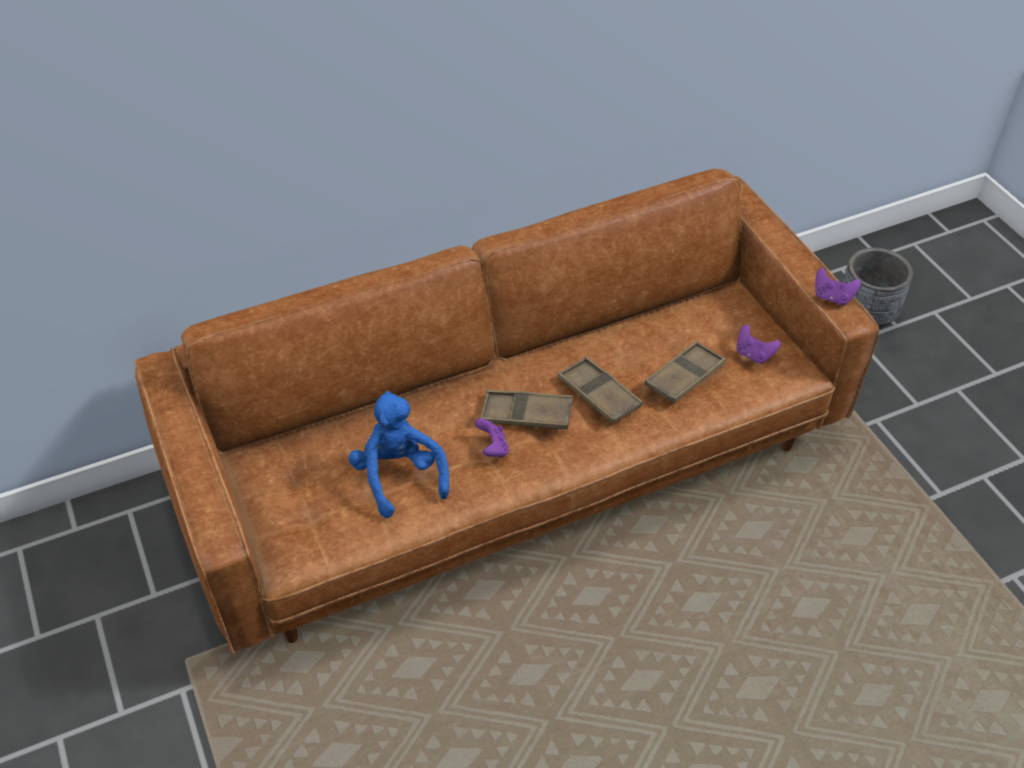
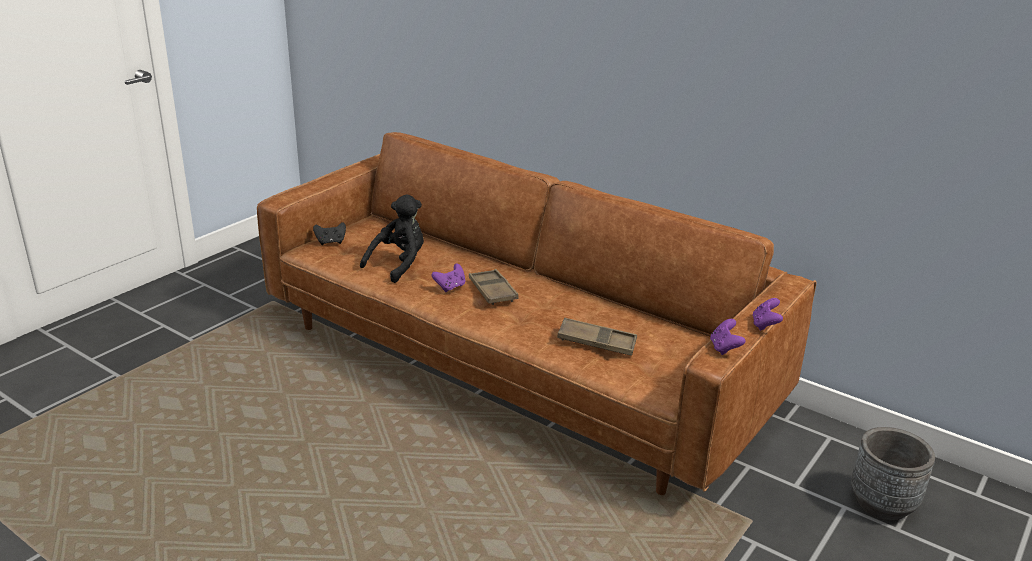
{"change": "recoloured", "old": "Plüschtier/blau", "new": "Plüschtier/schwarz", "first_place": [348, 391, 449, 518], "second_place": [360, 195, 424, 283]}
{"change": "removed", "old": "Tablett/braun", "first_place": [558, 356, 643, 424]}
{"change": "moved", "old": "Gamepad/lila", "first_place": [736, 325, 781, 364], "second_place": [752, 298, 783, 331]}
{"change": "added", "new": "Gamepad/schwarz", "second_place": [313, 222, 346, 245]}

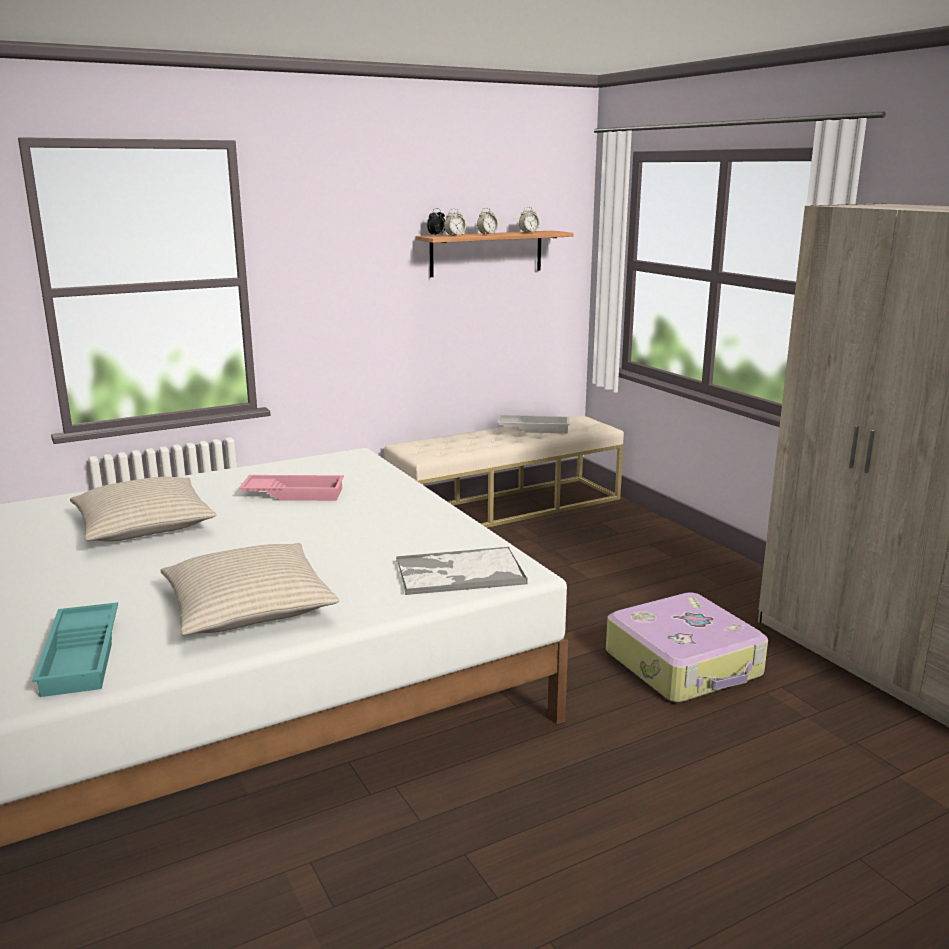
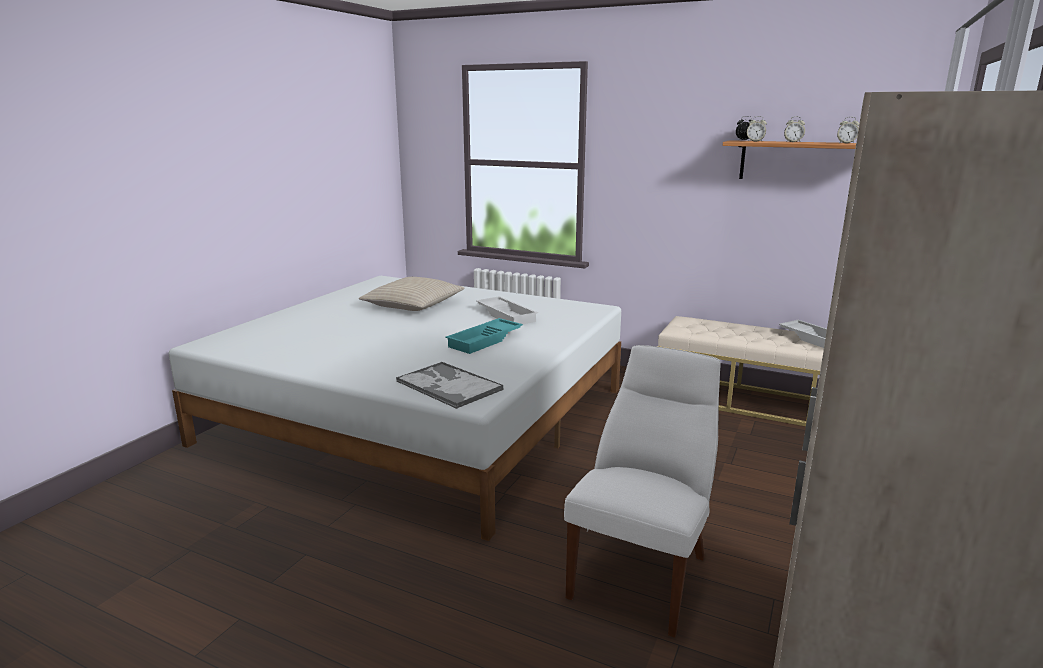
{"change": "moved", "old": "Tablett/türkis", "first_place": [32, 602, 118, 697], "second_place": [445, 318, 523, 354]}
{"change": "removed", "old": "Kissen/beige", "first_place": [161, 543, 339, 635]}
{"change": "recoloured", "old": "Tablett/rosa", "new": "Tablett/weiß", "first_place": [239, 475, 344, 501], "second_place": [476, 296, 538, 324]}
{"change": "replaced", "old": "Koffer", "new": "Stuhl/weiß", "first_place": [606, 592, 768, 702], "second_place": [564, 345, 721, 637]}

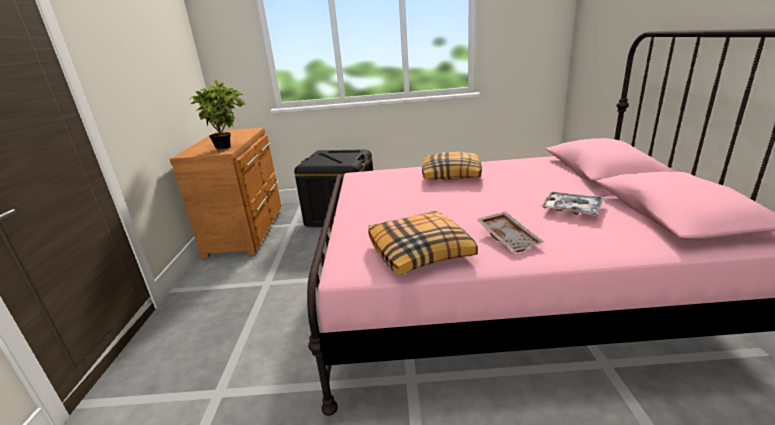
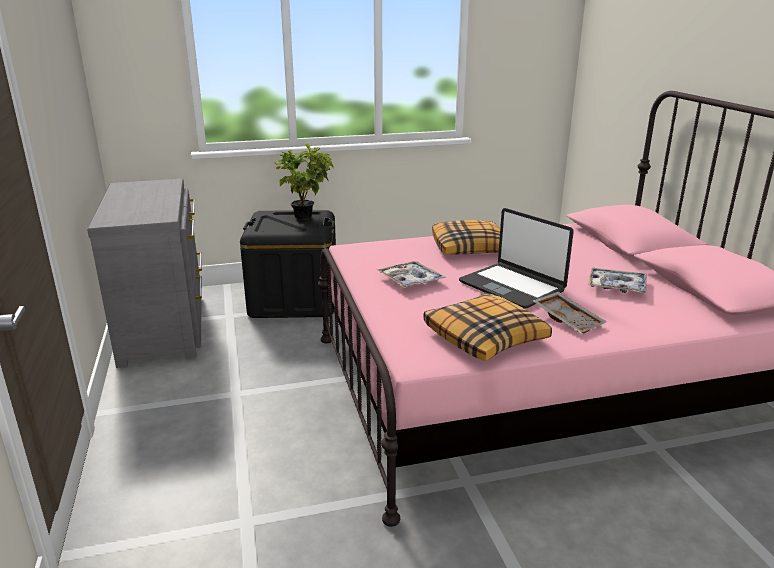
{"change": "recoloured", "old": "Kommode/braun", "new": "Kommode/grau", "first_place": [170, 127, 281, 258], "second_place": [87, 179, 202, 368]}
{"change": "moved", "old": "Topfpflanze", "first_place": [190, 79, 246, 150], "second_place": [274, 143, 334, 220]}
{"change": "added", "new": "Tablett", "second_place": [376, 261, 446, 288]}
{"change": "added", "new": "Laptop", "second_place": [459, 208, 574, 308]}

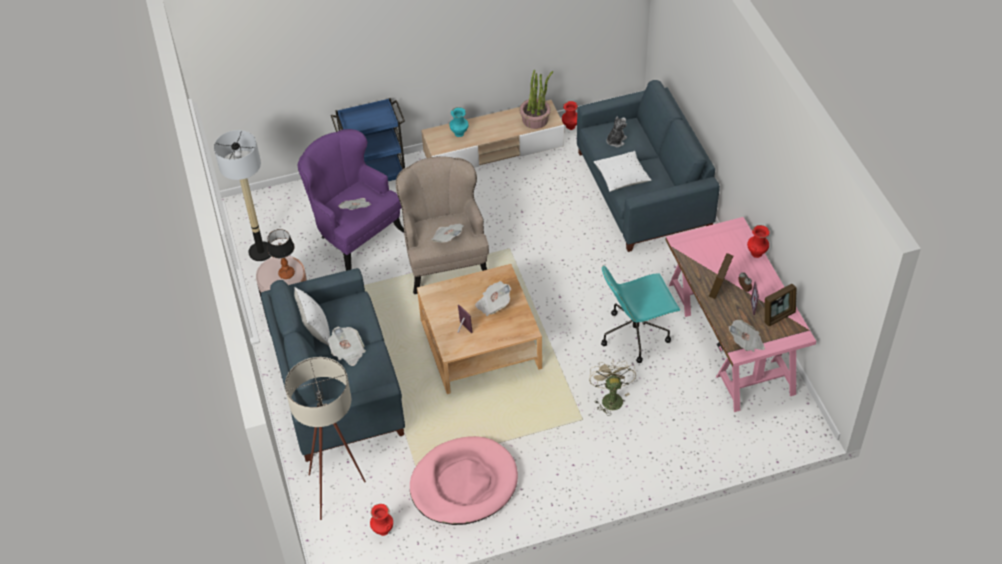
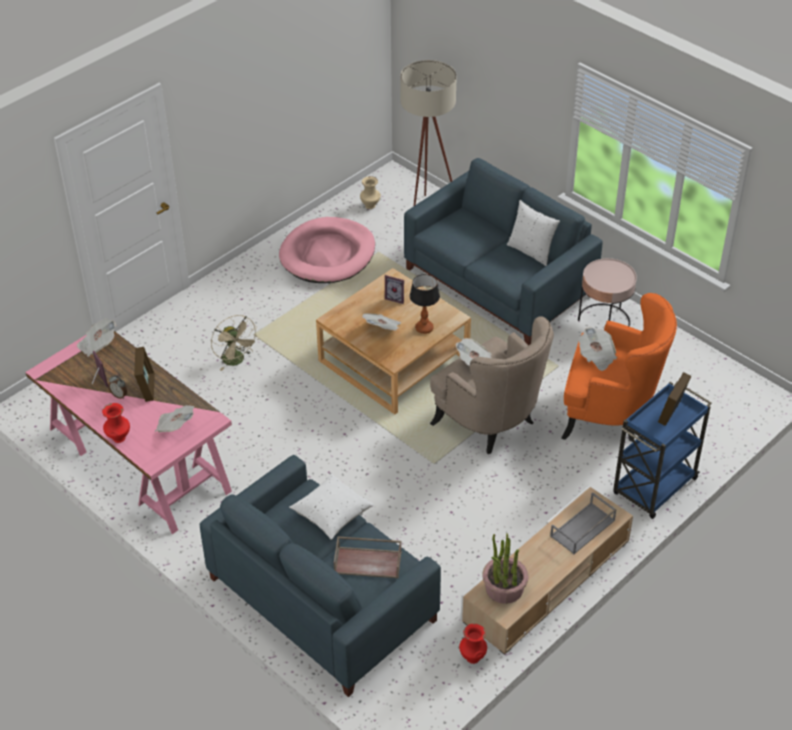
{"change": "removed", "old": "Stehlampe", "first_place": [214, 130, 271, 261]}
{"change": "moved", "old": "Tischlampe", "first_place": [267, 229, 295, 279], "second_place": [410, 274, 440, 334]}
{"change": "recoloured", "old": "Sessel/lila", "new": "Sessel/orange", "first_place": [298, 129, 404, 271], "second_place": [561, 293, 677, 442]}
{"change": "moved", "old": "Zeitung", "first_place": [328, 327, 366, 366], "second_place": [155, 405, 194, 432]}
{"change": "recoloured", "old": "Vase/rot", "new": "Vase/beige", "first_place": [370, 504, 393, 536], "second_place": [360, 176, 381, 209]}
{"change": "replaced", "old": "Vase/türkis", "new": "Tablett/grau", "first_place": [450, 107, 469, 137], "second_place": [550, 492, 617, 554]}
{"change": "removed", "old": "Bürostuhl/türkis", "first_place": [601, 265, 680, 363]}
{"change": "replaced", "old": "Plüschtier", "new": "Tablett/braun", "first_place": [606, 117, 627, 147], "second_place": [334, 536, 402, 578]}
{"change": "moved", "old": "Bilderrahmen", "first_place": [765, 284, 797, 326], "second_place": [658, 372, 691, 426]}

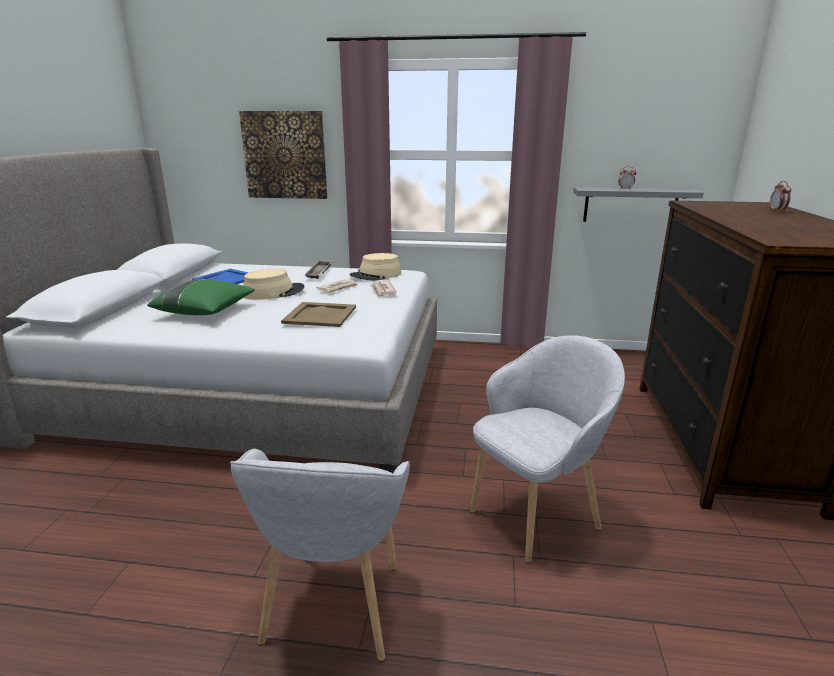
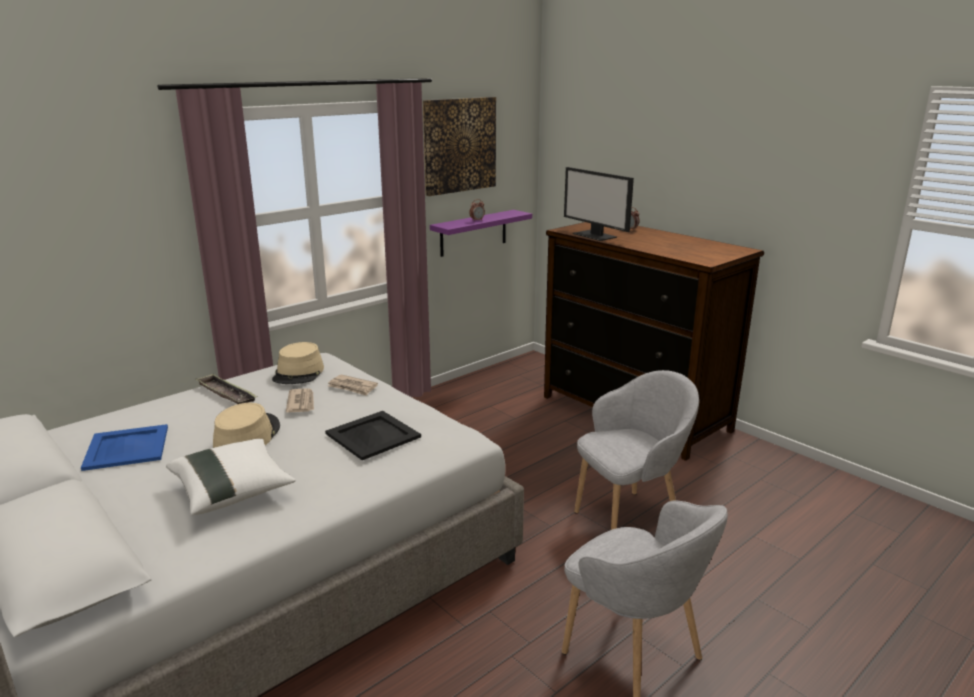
{"change": "recoloured", "old": "Kissen/grün", "new": "Kissen/weiß", "first_place": [147, 279, 255, 315], "second_place": [166, 439, 296, 516]}
{"change": "moved", "old": "Bild", "first_place": [239, 111, 327, 199], "second_place": [423, 97, 496, 196]}
{"change": "recoloured", "old": "Tablett/beige", "new": "Tablett/schwarz", "first_place": [281, 302, 356, 327], "second_place": [325, 411, 421, 460]}
{"change": "turned", "old": "Sessel/grau", "first_place": [470, 335, 625, 563], "second_place": [574, 370, 699, 530], "degrees": 60}
{"change": "recoloured", "old": "Wandregal/grau", "new": "Wandregal/lila", "first_place": [573, 187, 704, 222], "second_place": [430, 210, 532, 257]}
{"change": "added", "new": "Monitor", "second_place": [564, 167, 634, 241]}

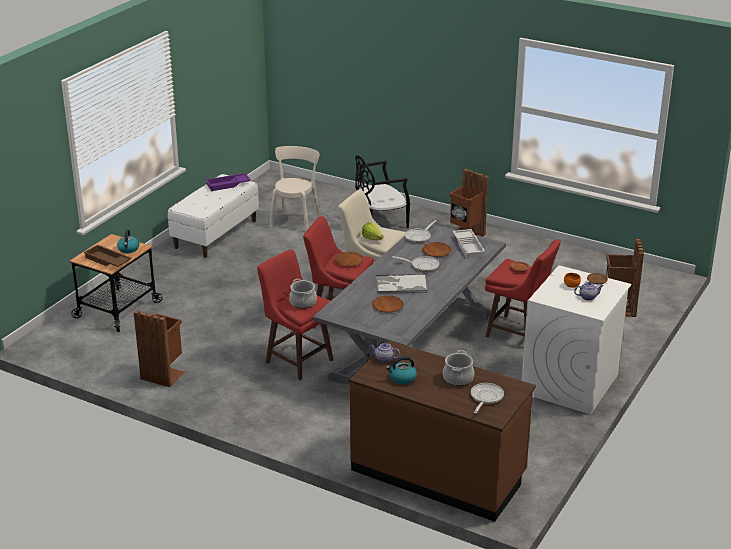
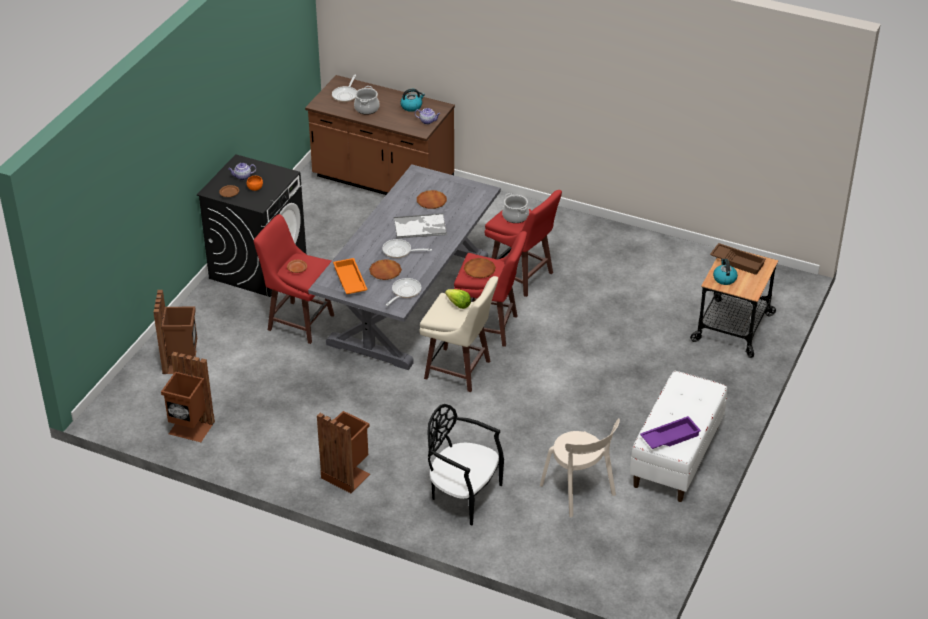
{"change": "moved", "old": "Mülleimer/braun", "first_place": [134, 310, 184, 387], "second_place": [161, 352, 215, 442]}
{"change": "turned", "old": "Stuhl/beige", "first_place": [269, 146, 320, 232], "second_place": [540, 418, 620, 517], "degrees": -45}
{"change": "turned", "old": "Stuhl/schwarz", "first_place": [355, 155, 410, 228], "second_place": [427, 404, 504, 526], "degrees": -120}
{"change": "recoloured", "old": "Tablett/weiß", "new": "Tablett/orange", "first_place": [453, 229, 485, 259], "second_place": [333, 258, 367, 294]}
{"change": "recoloured", "old": "Waschmaschine/weiß", "new": "Waschmaschine/schwarz", "first_place": [521, 265, 631, 415], "second_place": [197, 154, 306, 297]}

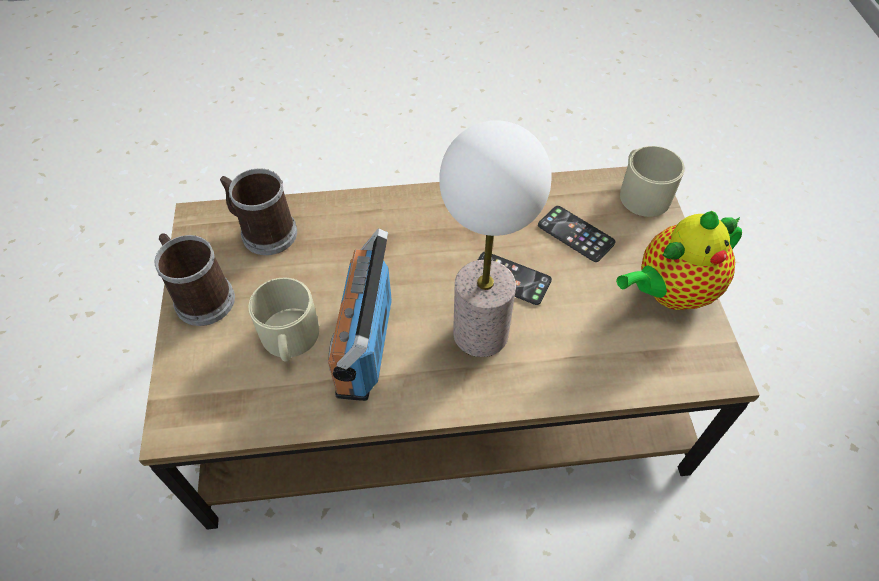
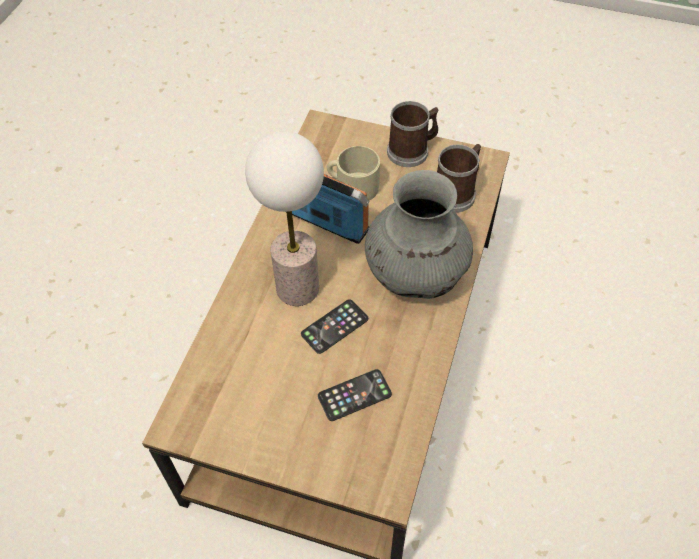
{"change": "removed", "old": "Teekanne", "first_place": [616, 211, 742, 310]}
{"change": "removed", "old": "Henkelbecher/beige", "first_place": [620, 146, 685, 217]}
{"change": "added", "new": "Vase/grau", "second_place": [365, 170, 473, 299]}

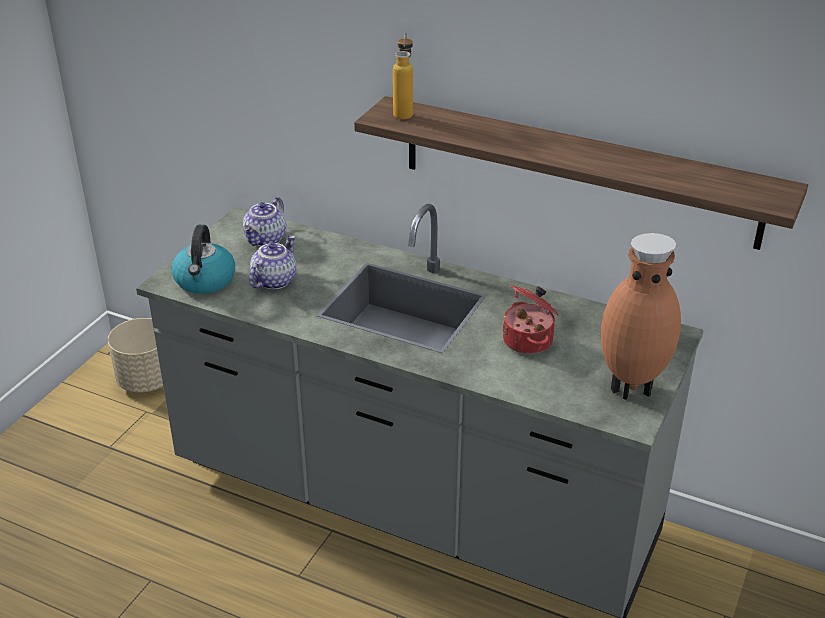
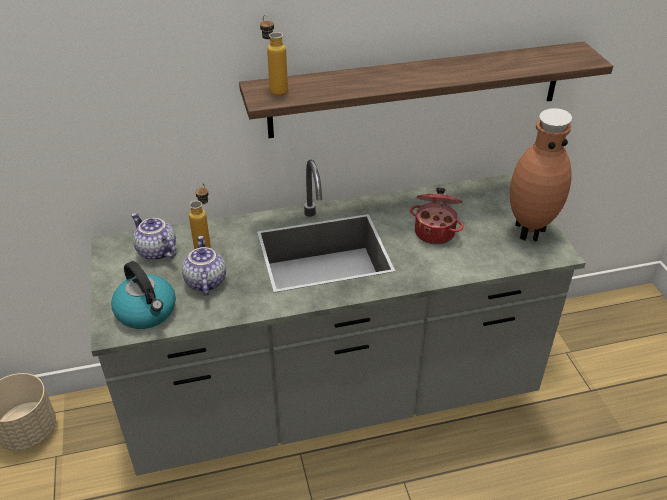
{"change": "turned", "old": "Teekanne", "first_place": [243, 197, 286, 247], "second_place": [131, 213, 176, 261], "degrees": 150}
{"change": "added", "new": "Flasche", "second_place": [189, 184, 211, 249]}

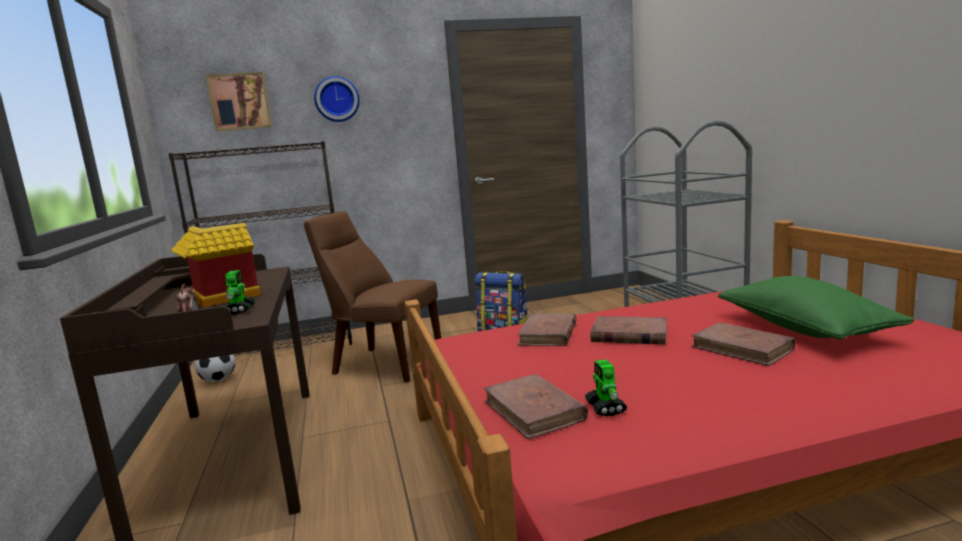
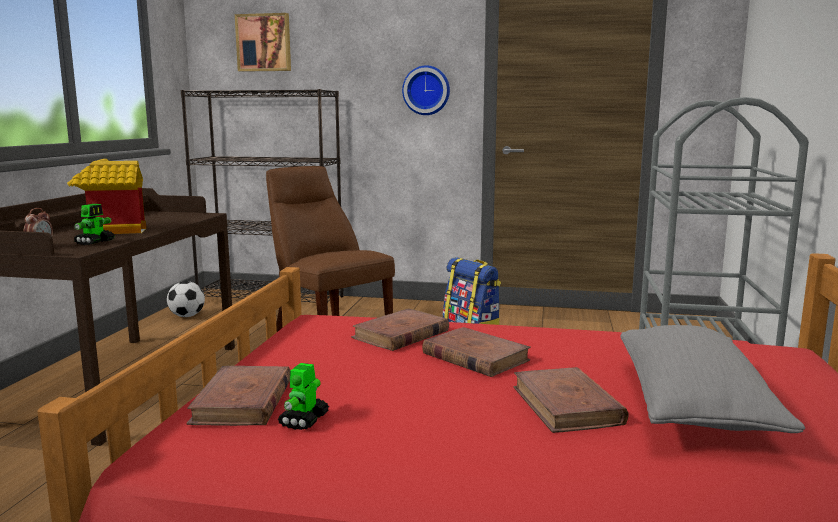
{"change": "moved", "old": "Wanduhr", "first_place": [314, 76, 360, 122], "second_place": [402, 65, 450, 115]}
{"change": "recoloured", "old": "Kissen/grün", "new": "Kissen/grau", "first_place": [718, 276, 915, 340], "second_place": [621, 325, 805, 433]}

